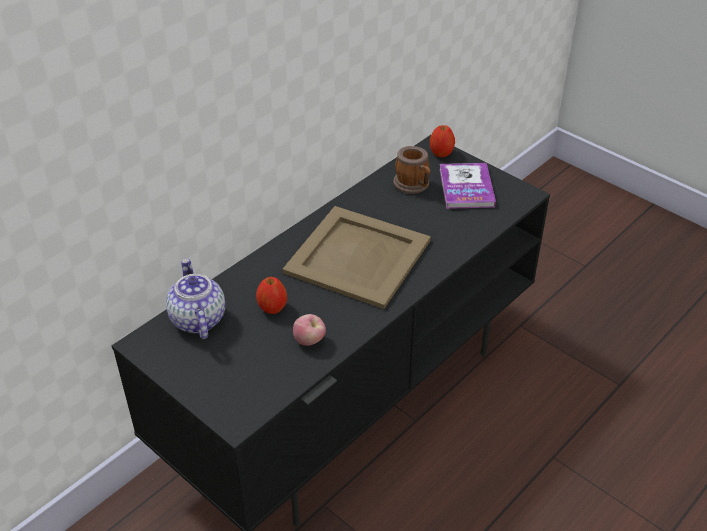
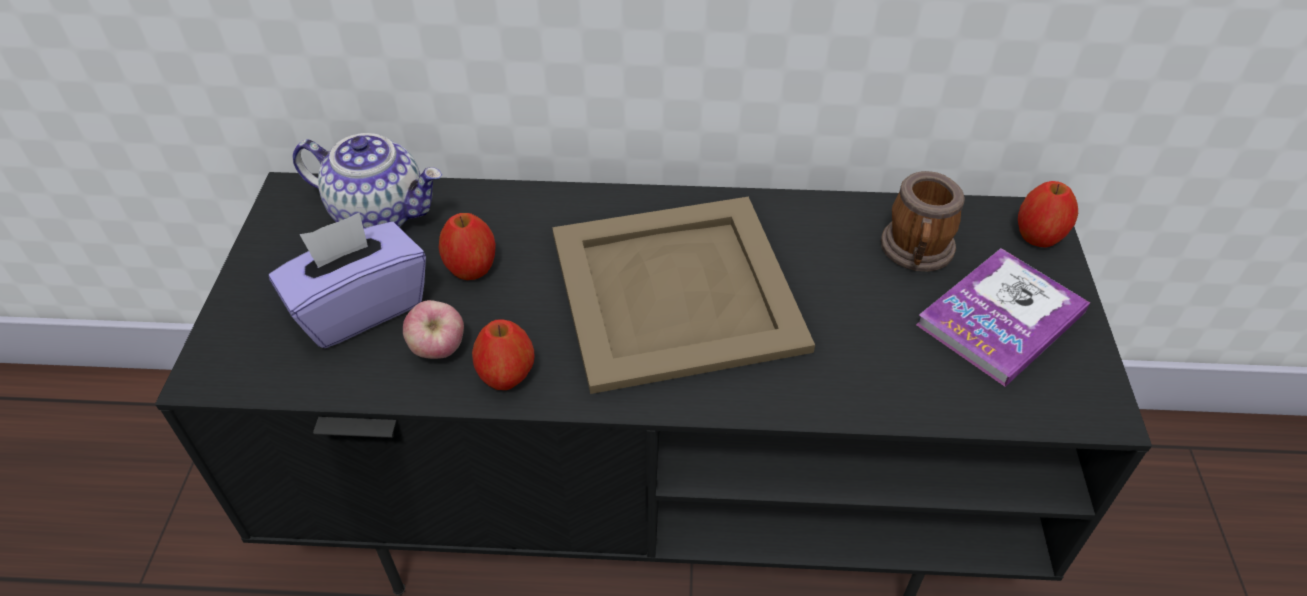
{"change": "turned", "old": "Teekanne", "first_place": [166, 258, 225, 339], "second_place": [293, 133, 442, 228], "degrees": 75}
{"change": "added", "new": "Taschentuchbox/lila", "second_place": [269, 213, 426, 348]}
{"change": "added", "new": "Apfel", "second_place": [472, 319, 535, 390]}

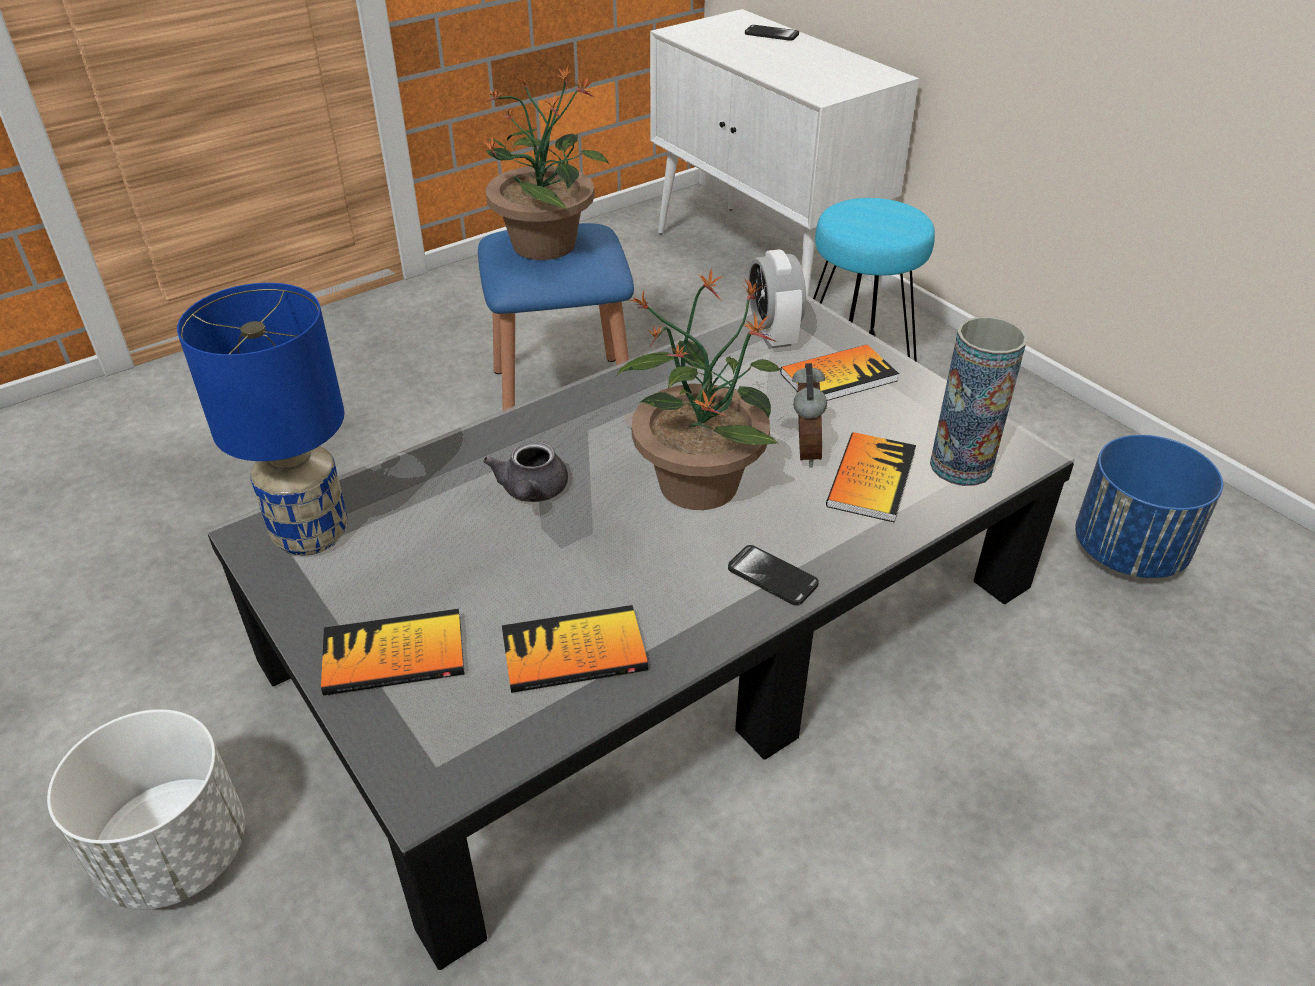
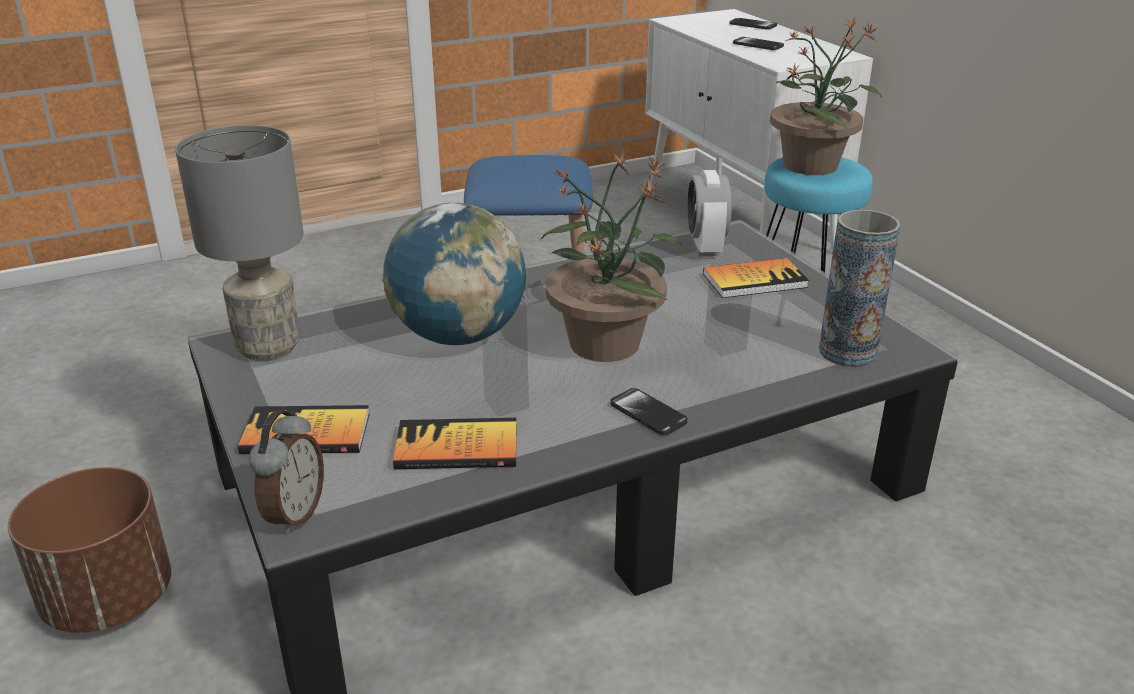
{"change": "recoloured", "old": "Pflanzkübel/weiß", "new": "Pflanzkübel/braun", "first_place": [47, 709, 245, 910], "second_place": [8, 467, 171, 633]}
{"change": "recoloured", "old": "Tischlampe/blau", "new": "Tischlampe/grau", "first_place": [177, 283, 348, 555], "second_place": [175, 125, 304, 361]}
{"change": "moved", "old": "Topfpflanze", "first_place": [482, 66, 609, 260], "second_place": [770, 17, 882, 175]}
{"change": "replaced", "old": "Teekanne/grau", "new": "Globus", "first_place": [483, 441, 568, 502], "second_place": [382, 202, 526, 345]}
{"change": "moved", "old": "Wecker", "first_place": [792, 363, 827, 468], "second_place": [249, 410, 324, 534]}
{"change": "removed", "old": "Buch", "first_place": [826, 432, 916, 523]}
{"change": "removed", "old": "Pflanzkübel/blau", "first_place": [1075, 435, 1223, 578]}
{"change": "added", "new": "Handy", "second_place": [733, 37, 784, 50]}

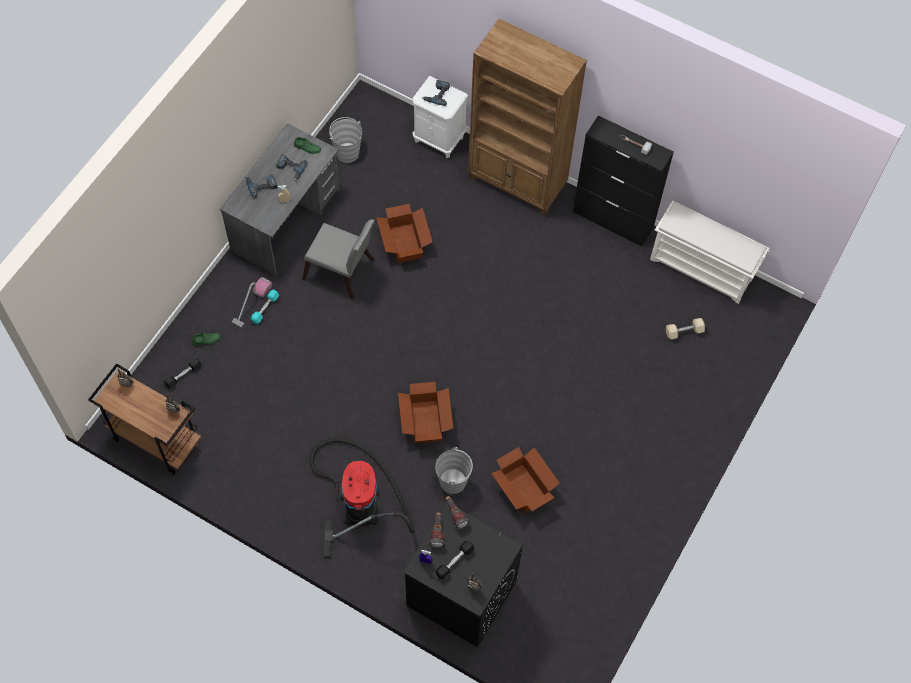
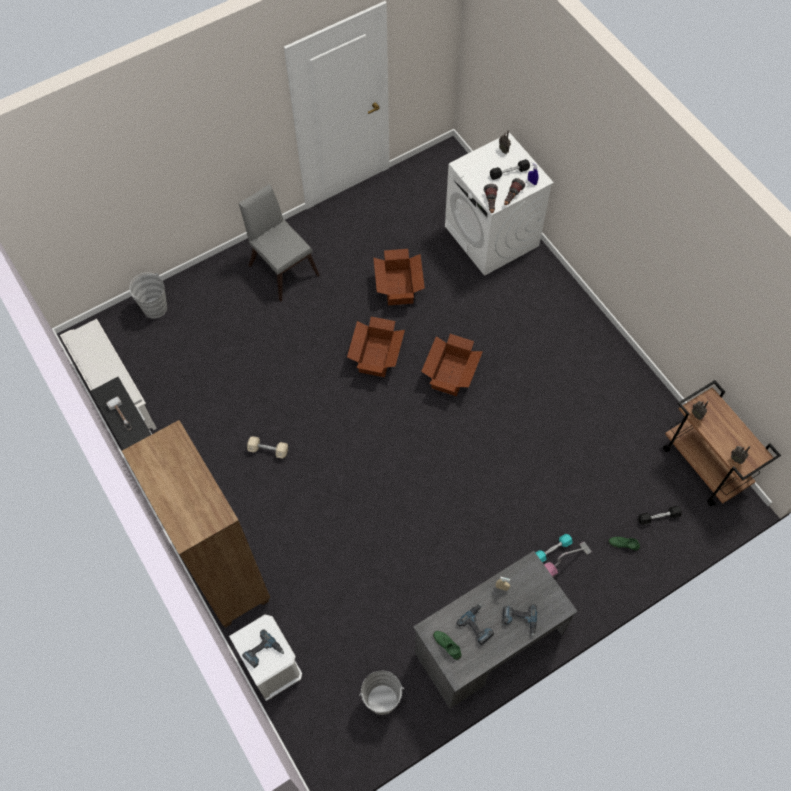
{"change": "moved", "old": "Stuhl/grau", "first_place": [302, 219, 375, 300], "second_place": [239, 184, 320, 302]}
{"change": "removed", "old": "Staubsauger", "first_place": [310, 438, 414, 558]}
{"change": "moved", "old": "Karton", "first_place": [376, 204, 433, 263], "second_place": [347, 317, 405, 377]}
{"change": "recoloured", "old": "Waschmaschine/schwarz", "new": "Waschmaschine/weiß", "first_place": [403, 504, 523, 647], "second_place": [445, 133, 554, 276]}
{"change": "moved", "old": "Eimer/grau", "first_place": [435, 447, 473, 494], "second_place": [129, 272, 167, 319]}
{"change": "moved", "old": "Hantel/beige", "first_place": [666, 318, 705, 339], "second_place": [247, 436, 288, 459]}

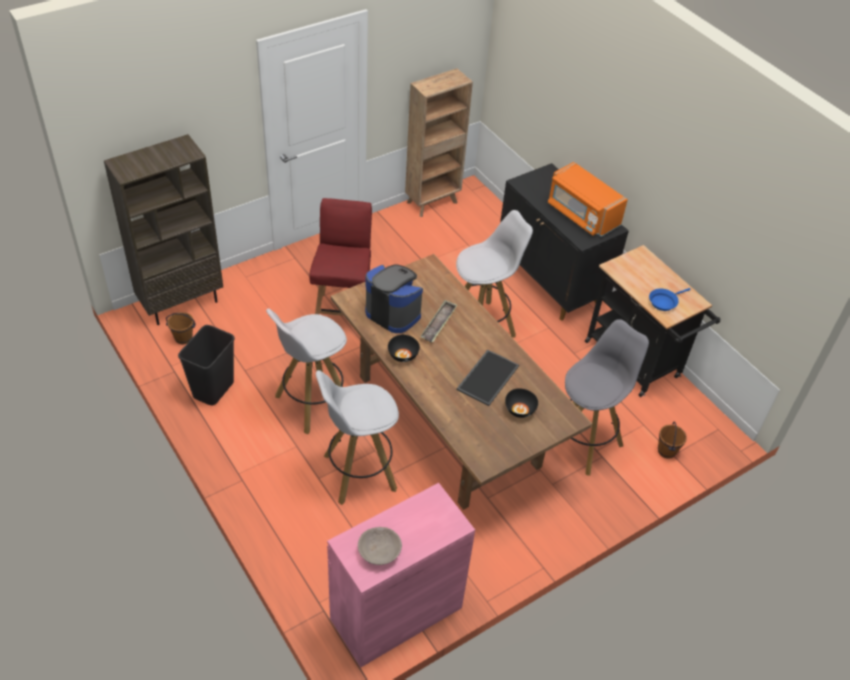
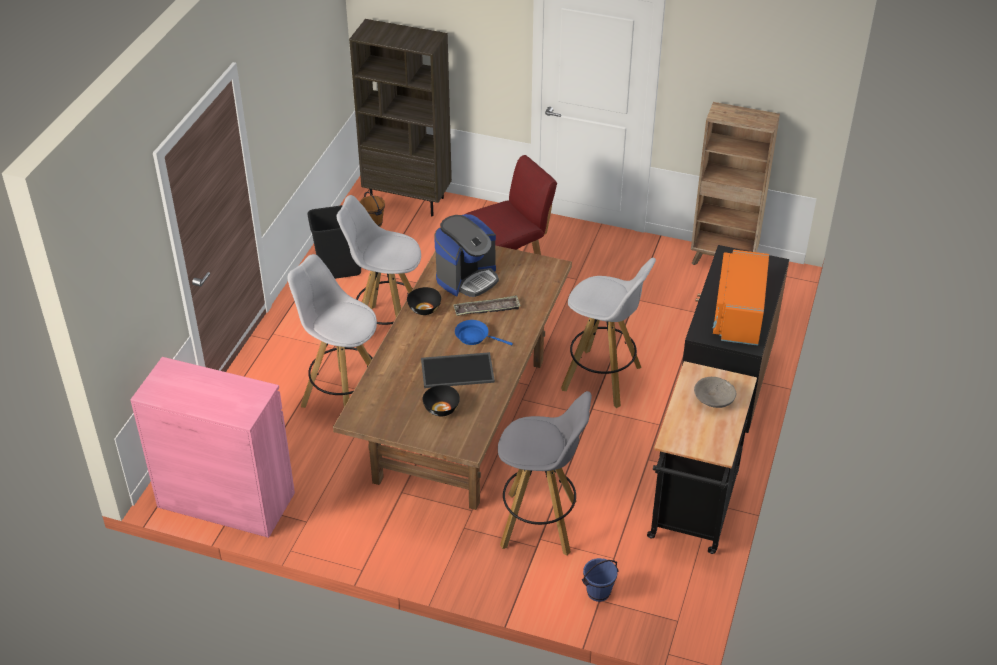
{"change": "moved", "old": "Schüssel/grau", "first_place": [358, 527, 402, 565], "second_place": [694, 377, 736, 408]}
{"change": "turned", "old": "Kaffeemaschine", "first_place": [365, 264, 423, 333], "second_place": [434, 214, 499, 297], "degrees": 45}
{"change": "moved", "old": "Pfanne/blau", "first_place": [649, 288, 691, 311], "second_place": [455, 320, 513, 345]}
{"change": "recoloured", "old": "Eimer/braun", "new": "Eimer/blau", "first_place": [658, 422, 687, 459], "second_place": [582, 558, 619, 602]}

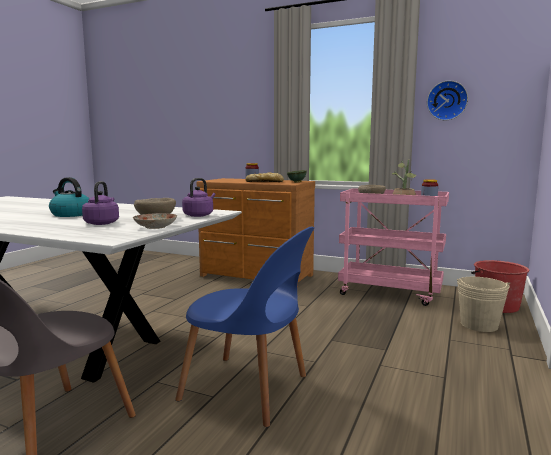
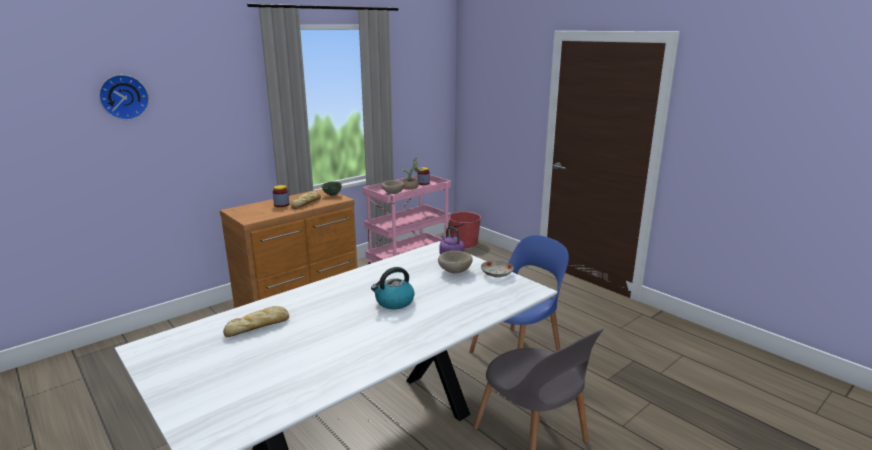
{"change": "removed", "old": "Wasserkessel/lila", "first_place": [82, 181, 119, 225]}
{"change": "moved", "old": "Wanduhr", "first_place": [427, 80, 468, 120], "second_place": [99, 75, 149, 120]}
{"change": "removed", "old": "Eimer/beige", "first_place": [457, 277, 510, 332]}
{"change": "added", "new": "Brot", "second_place": [223, 306, 289, 337]}

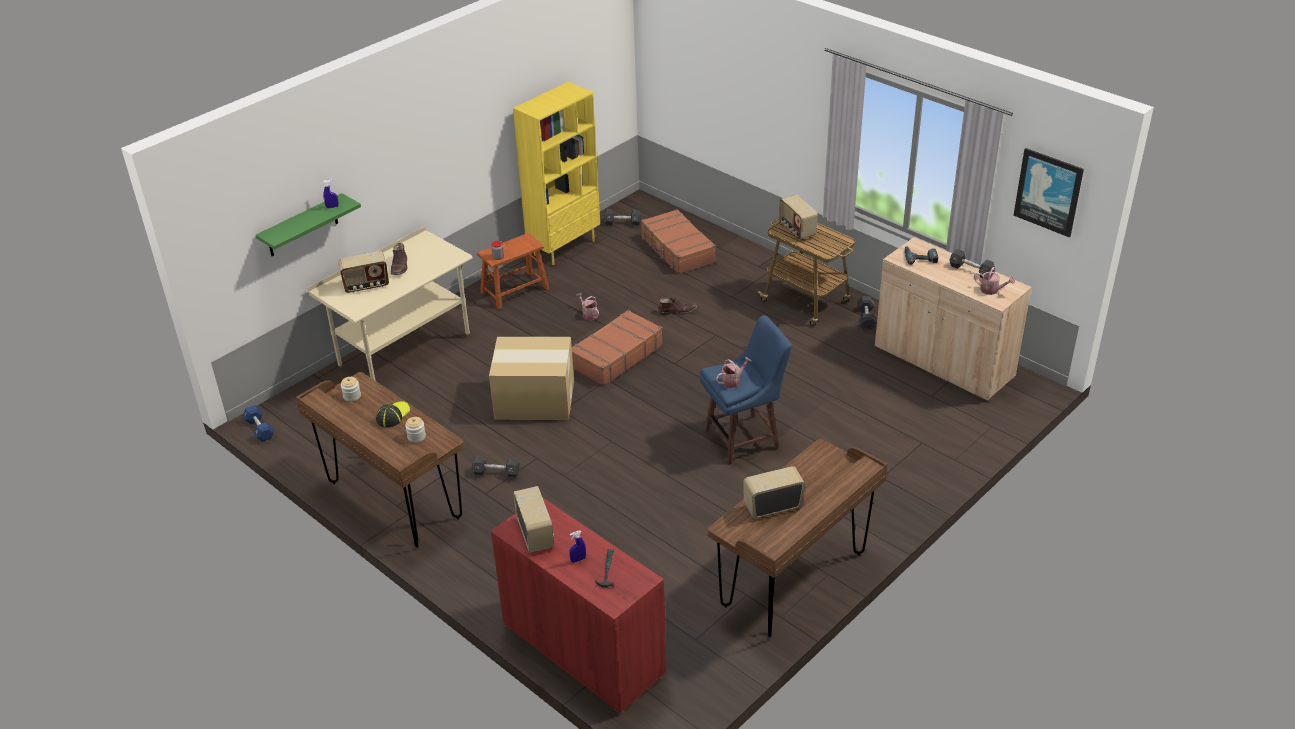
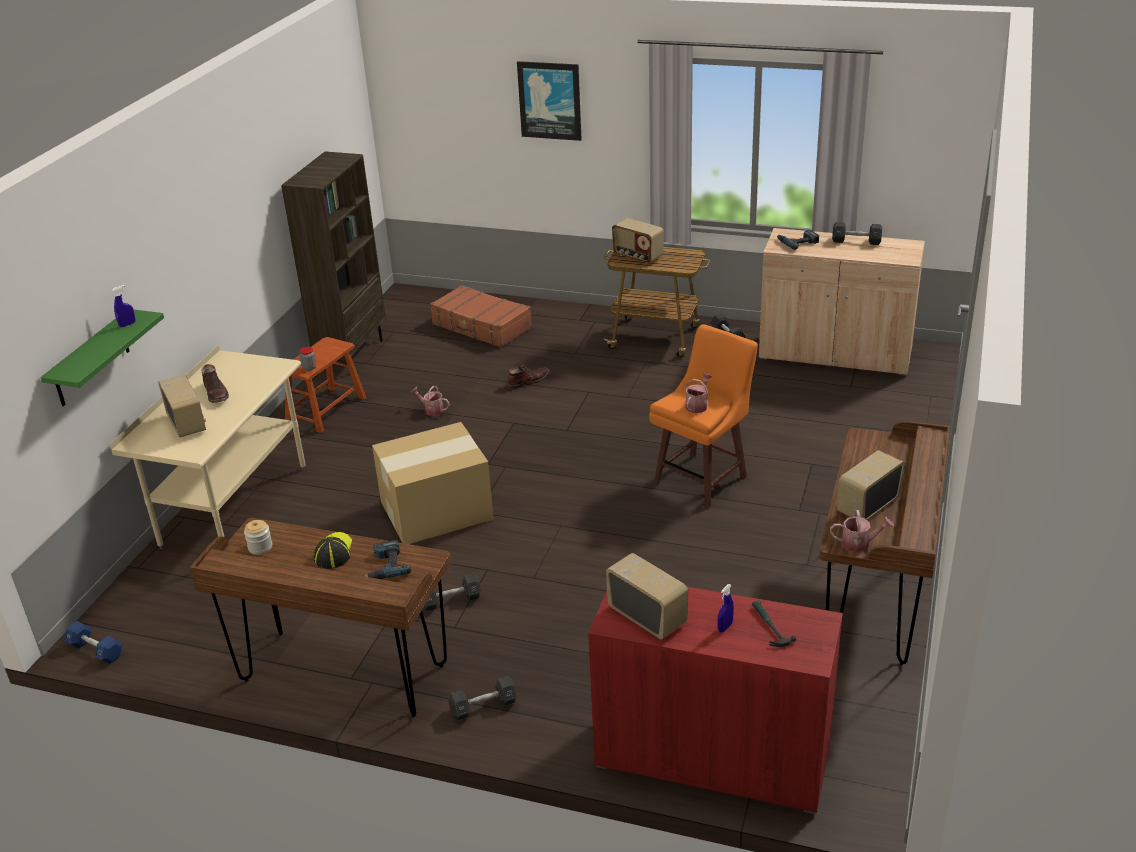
{"change": "turned", "old": "Radio", "first_place": [338, 251, 389, 293], "second_place": [158, 374, 206, 438], "degrees": -75}
{"change": "replaced", "old": "Vorratsglas", "new": "Bohrmaschine", "first_place": [405, 417, 426, 443], "second_place": [365, 540, 411, 579]}
{"change": "recoloured", "old": "Bücherregal/gelb", "new": "Bücherregal/braun", "first_place": [513, 82, 600, 265], "second_place": [281, 151, 386, 371]}
{"change": "removed", "old": "Koffer/braun", "first_place": [572, 310, 663, 386]}
{"change": "moved", "old": "Hantel/schwarz", "first_place": [604, 209, 641, 226], "second_place": [449, 676, 517, 721]}
{"change": "recoloured", "old": "Hocker/blau", "new": "Hocker/orange", "first_place": [700, 315, 792, 464], "second_place": [649, 325, 758, 509]}
{"change": "moved", "old": "Gießkanne", "first_place": [974, 267, 1015, 295], "second_place": [830, 510, 894, 552]}
{"change": "moved", "old": "Bild", "first_place": [1014, 148, 1084, 237], "second_place": [517, 61, 582, 141]}

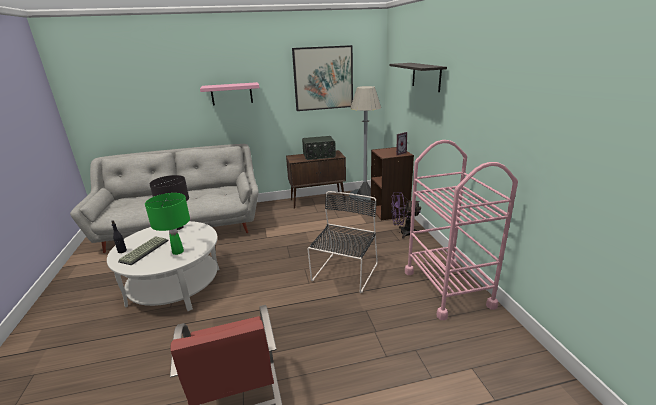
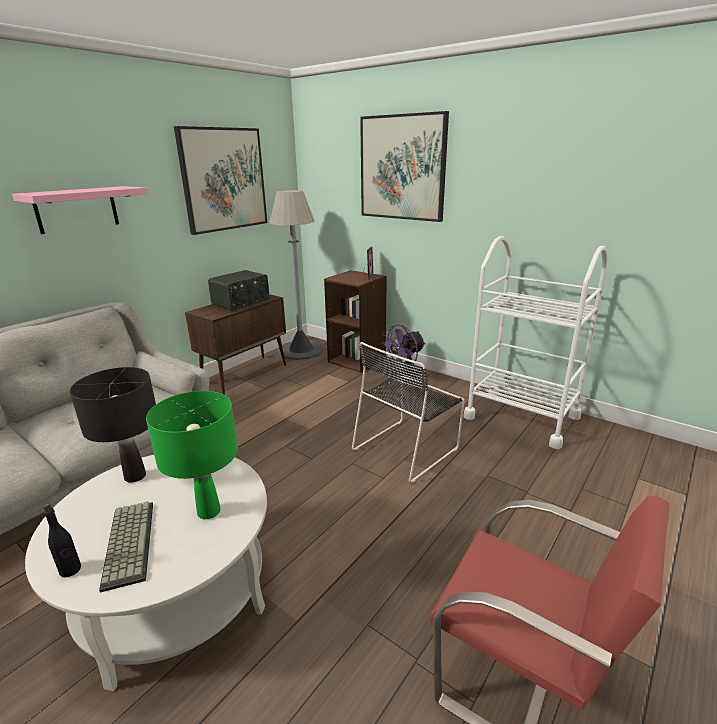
{"change": "turned", "old": "Stuhl/schwarz", "first_place": [308, 191, 378, 293], "second_place": [352, 342, 465, 483], "degrees": -120}
{"change": "replaced", "old": "Wandregal", "new": "Bild", "first_place": [389, 63, 447, 92], "second_place": [360, 111, 449, 222]}
{"change": "recoloured", "old": "Rollwagen/rosa", "new": "Rollwagen/weiß", "first_place": [405, 140, 518, 320], "second_place": [463, 236, 607, 449]}

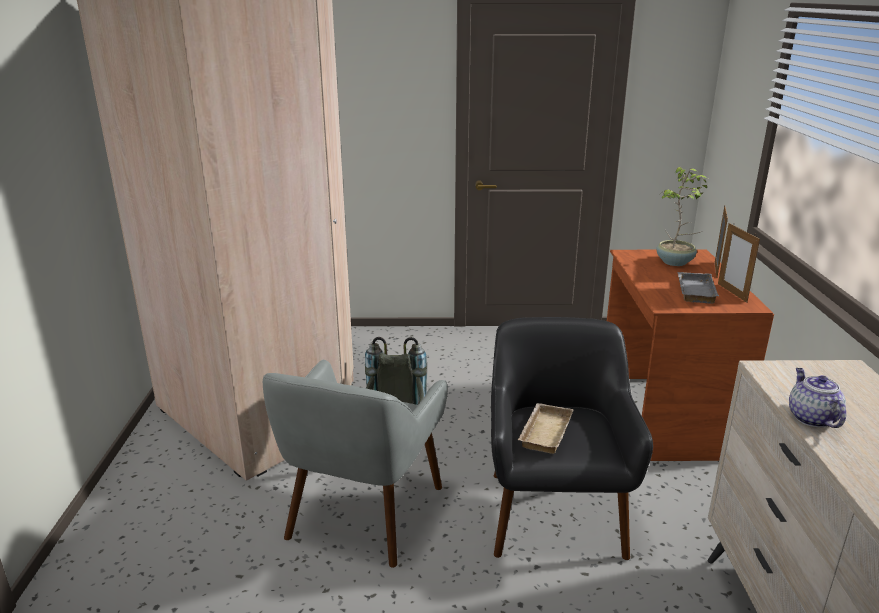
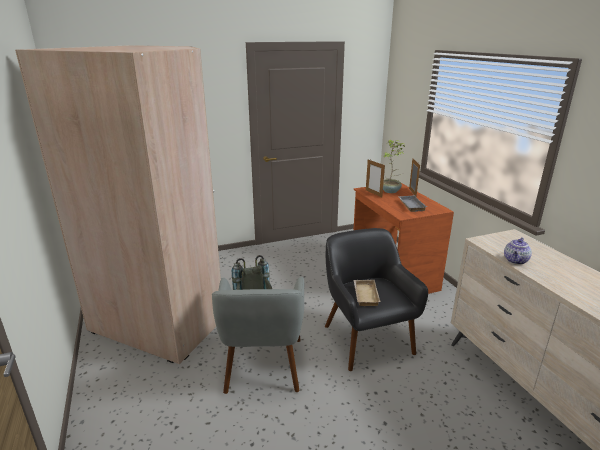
{"change": "moved", "old": "Bilderrahmen", "first_place": [718, 223, 760, 303], "second_place": [366, 159, 385, 197]}
{"change": "turned", "old": "Teekanne", "first_place": [789, 368, 846, 428], "second_place": [504, 238, 532, 265], "degrees": -120}

